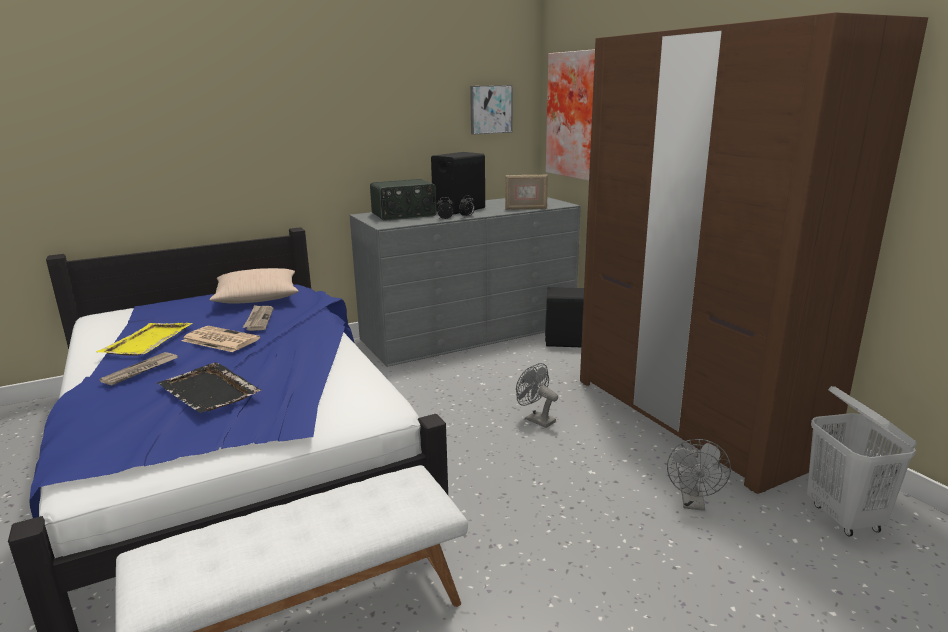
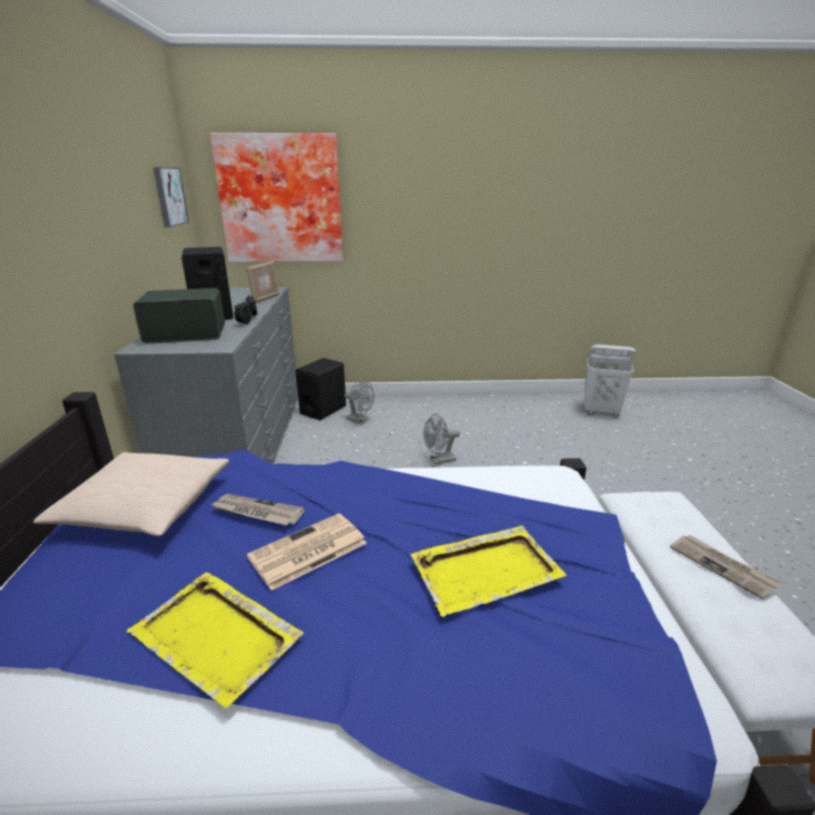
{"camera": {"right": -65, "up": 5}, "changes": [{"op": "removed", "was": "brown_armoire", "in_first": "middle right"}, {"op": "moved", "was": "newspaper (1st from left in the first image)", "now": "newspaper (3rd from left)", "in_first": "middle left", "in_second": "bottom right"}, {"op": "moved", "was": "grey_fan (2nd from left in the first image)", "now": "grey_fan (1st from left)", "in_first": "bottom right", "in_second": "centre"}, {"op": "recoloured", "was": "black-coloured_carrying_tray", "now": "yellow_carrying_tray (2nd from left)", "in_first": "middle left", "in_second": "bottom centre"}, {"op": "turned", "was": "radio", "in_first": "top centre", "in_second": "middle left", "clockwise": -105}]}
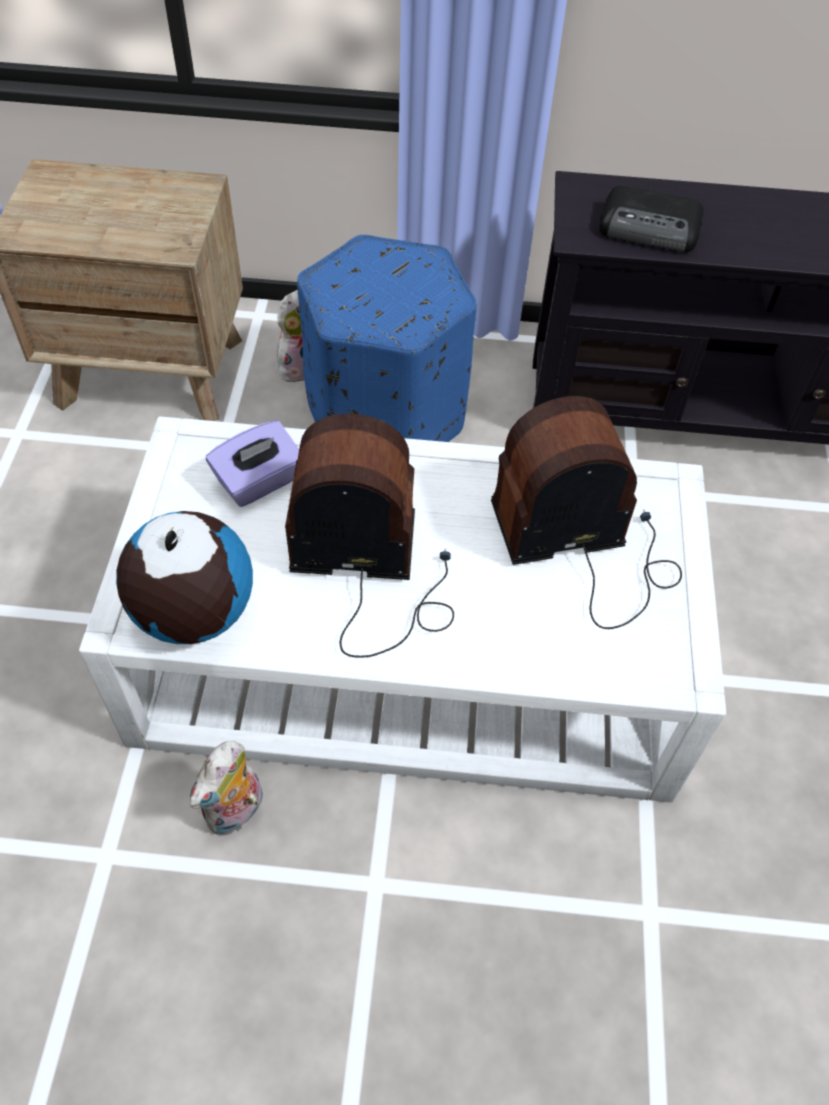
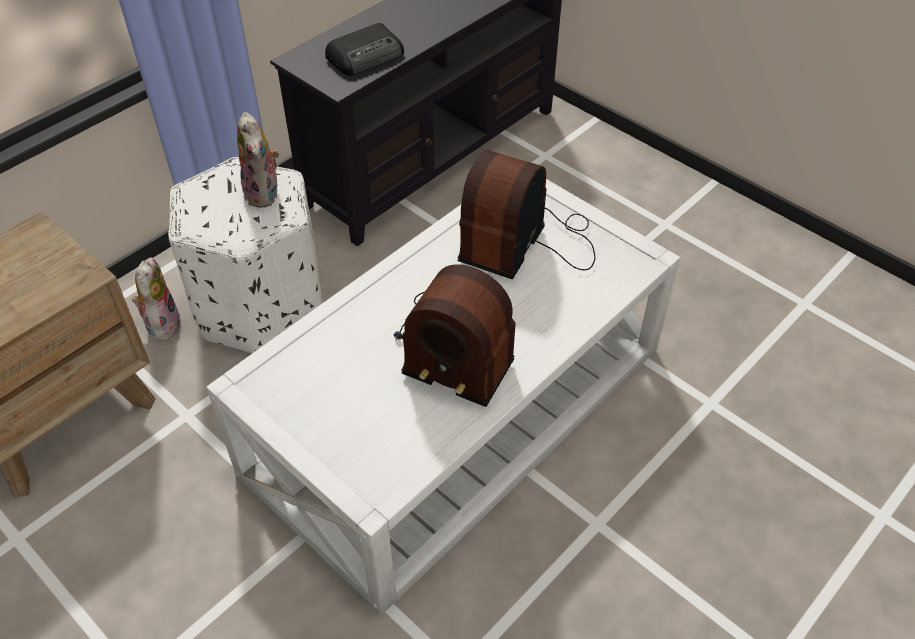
{"camera": {"right": -50, "up": -5}, "changes": [{"op": "removed", "was": "globe", "in_first": "middle left"}, {"op": "removed", "was": "purplish_tissue_box", "in_first": "middle left"}, {"op": "moved", "was": "soft_toy (1st from left in the first image)", "now": "soft_toy (2nd from left)", "in_first": "bottom left", "in_second": "top left"}, {"op": "recoloured", "was": "blue-coloured_pouffe", "now": "white-coloured_pouffe", "in_first": "top centre", "in_second": "middle left"}, {"op": "turned", "was": "radio (1st from left in the first image)", "in_first": "centre", "in_second": "centre", "clockwise": -105}]}
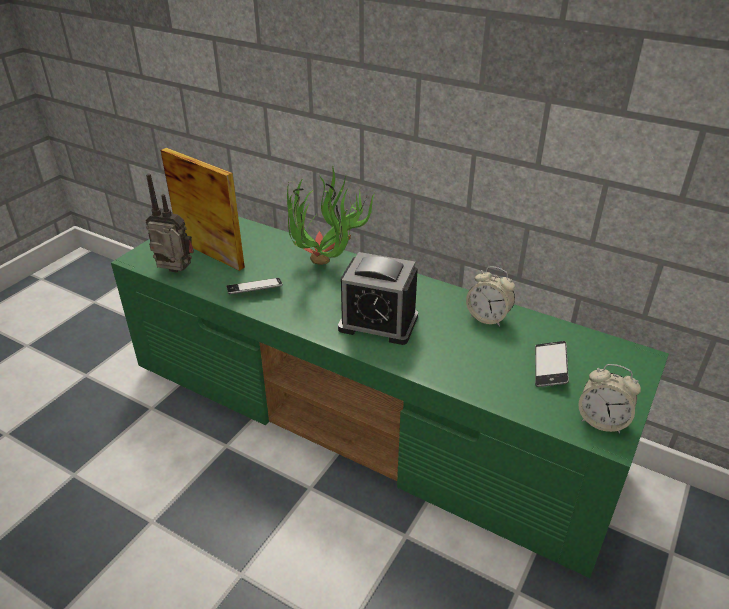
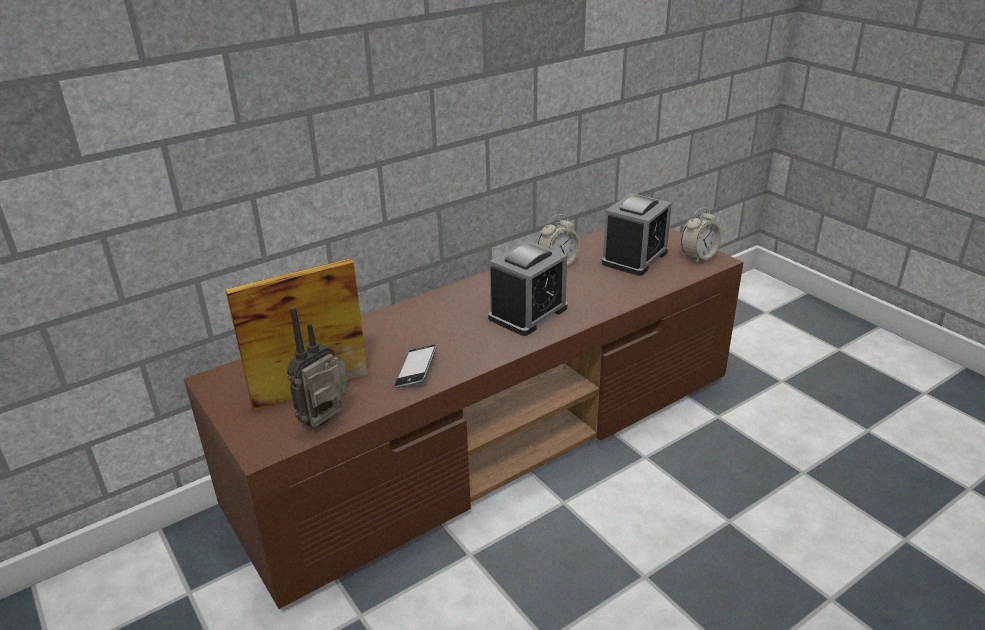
{"camera": {"right": -65, "up": -5}, "changes": [{"op": "removed", "was": "plant_in_a_pot", "in_first": "centre"}, {"op": "replaced", "was": "telephone (2nd from left)", "now": "table_clock (3rd from left)", "in_first": "middle right", "in_second": "centre"}, {"op": "recoloured", "was": "green_tv_unit", "now": "brown_tv_unit", "in_first": "centre", "in_second": "centre"}]}
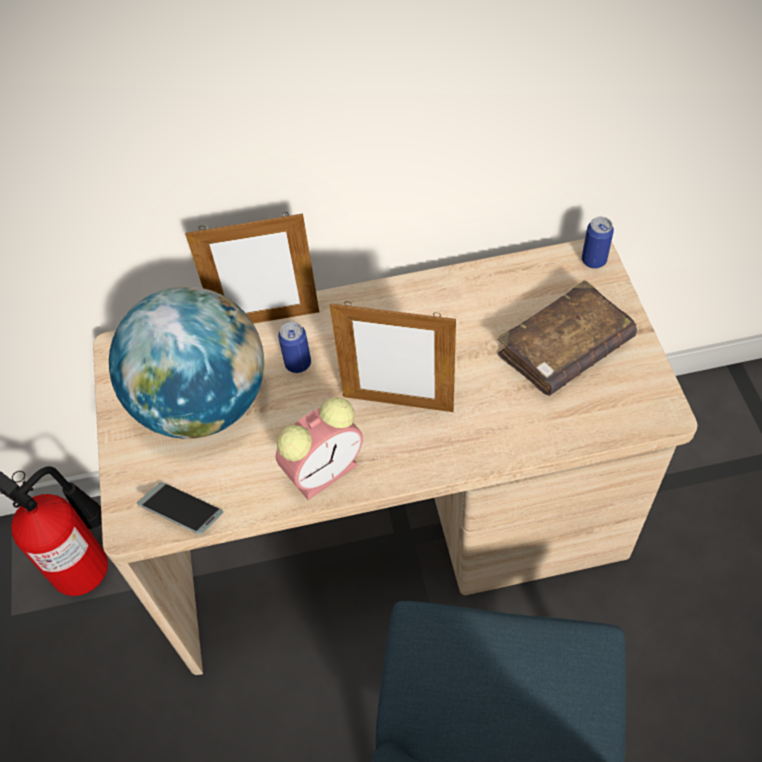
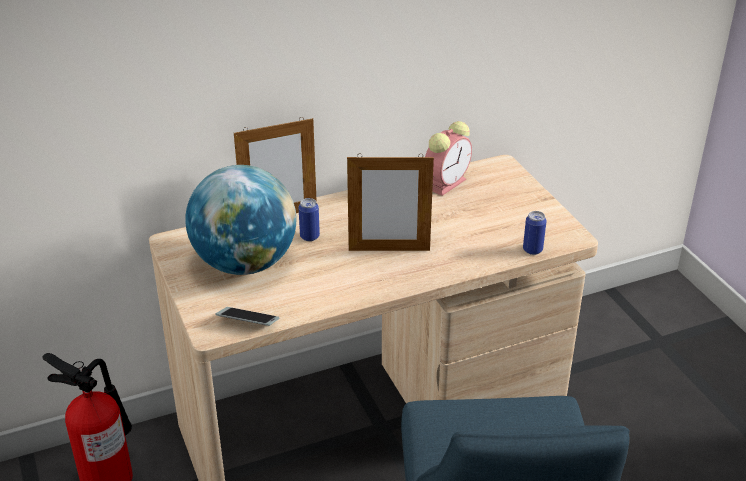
{"camera": {"right": -15, "up": -20}, "changes": [{"op": "removed", "was": "brown_bound_book", "in_first": "middle right"}, {"op": "moved", "was": "table_clock", "in_first": "centre", "in_second": "top centre"}, {"op": "moved", "was": "sealed_can (2nd from left)", "in_first": "top right", "in_second": "middle right"}]}
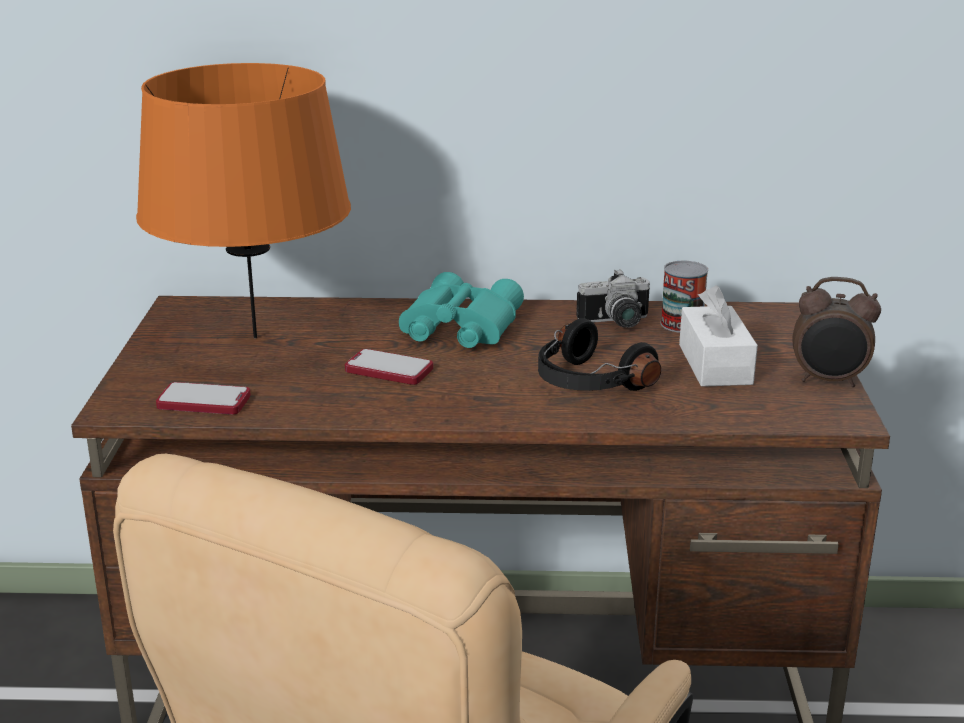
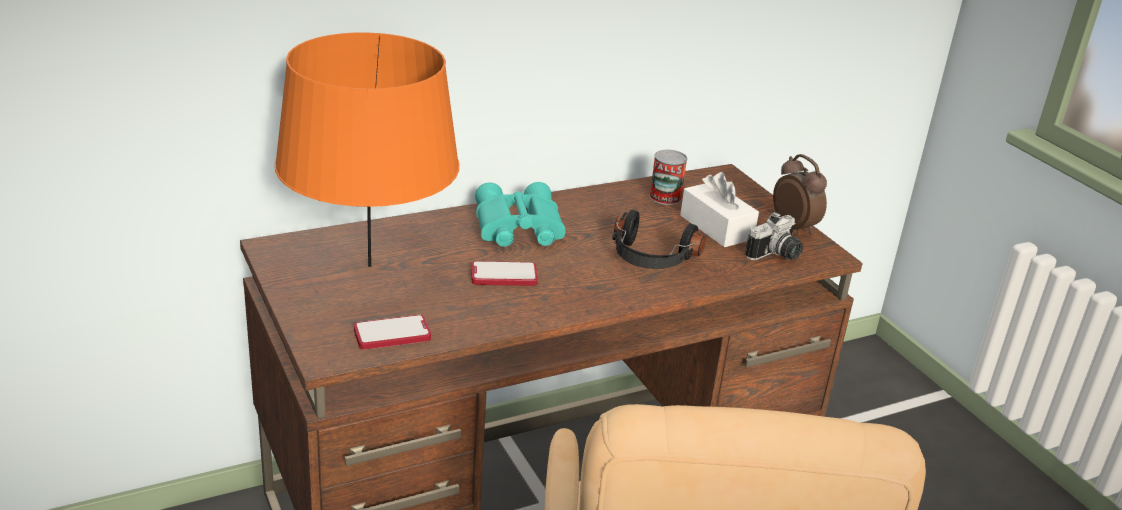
{"camera": {"right": -30, "up": 5}, "changes": [{"op": "moved", "was": "photo_camera", "in_first": "centre", "in_second": "middle right"}, {"op": "turned", "was": "table_clock", "in_first": "middle right", "in_second": "middle right", "clockwise": -105}]}
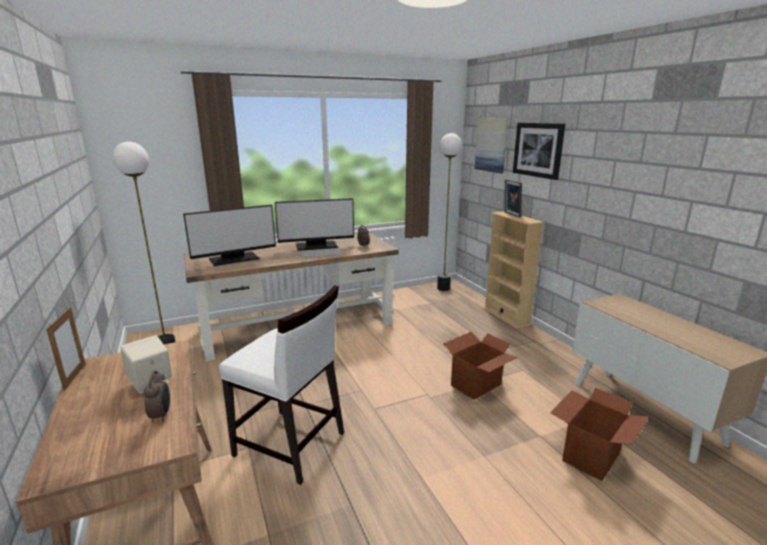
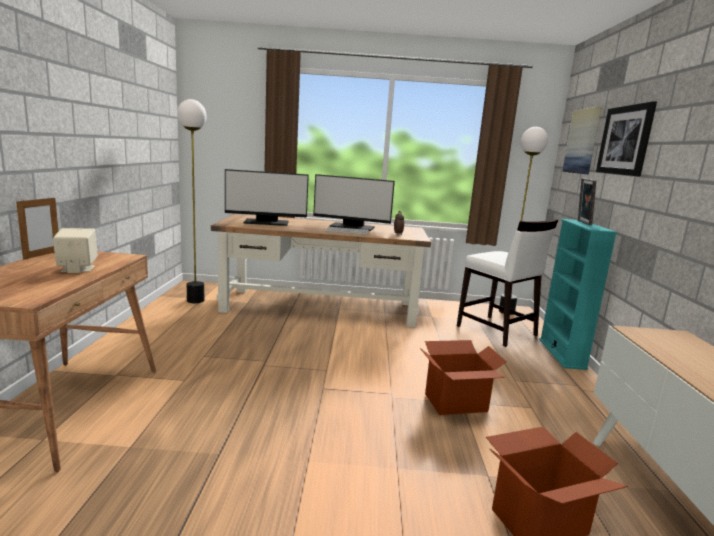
{"camera": {"right": 25, "up": -5}, "changes": [{"op": "removed", "was": "table_clock (1st from left)", "in_first": "bottom left"}, {"op": "moved", "was": "white-coloured_upright_chair", "in_first": "bottom centre", "in_second": "middle right"}, {"op": "recoloured", "was": "beige-coloured_bookshelf", "now": "blue-green_bookshelf", "in_first": "middle right", "in_second": "middle right"}]}
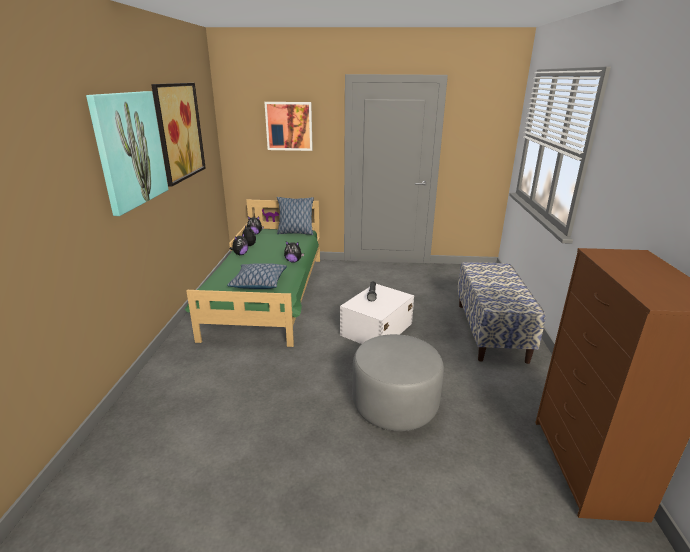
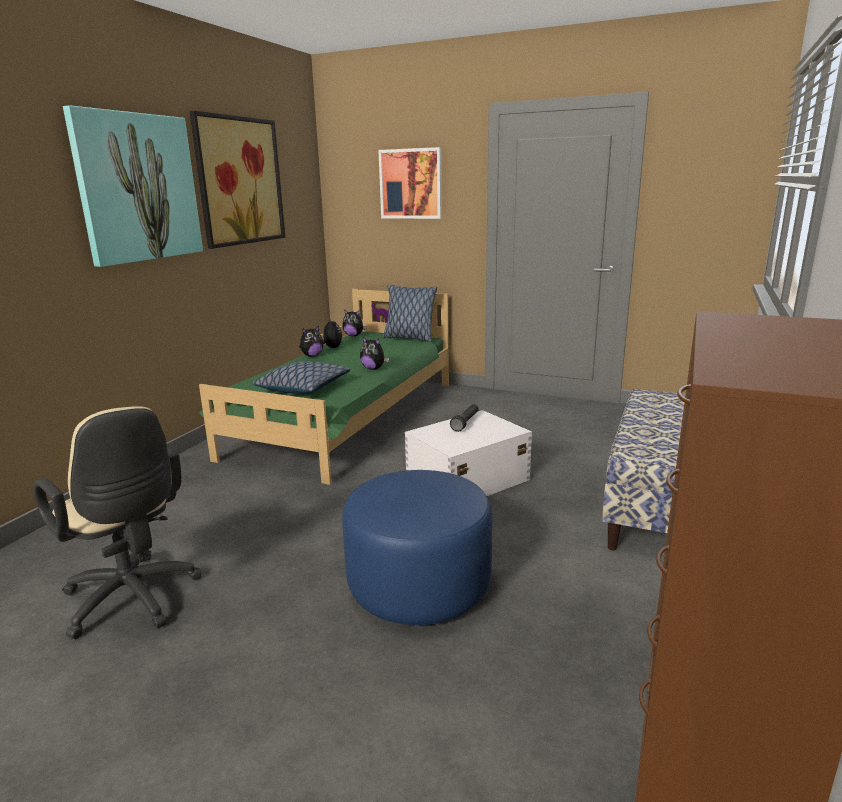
{"camera": {"right": 20, "up": -5}, "changes": [{"op": "added", "now": "beige-coloured_computer_chair", "in_second": "middle left"}, {"op": "recoloured", "was": "grey_pouffe", "now": "blue-coloured_pouffe", "in_first": "bottom centre", "in_second": "bottom centre"}]}
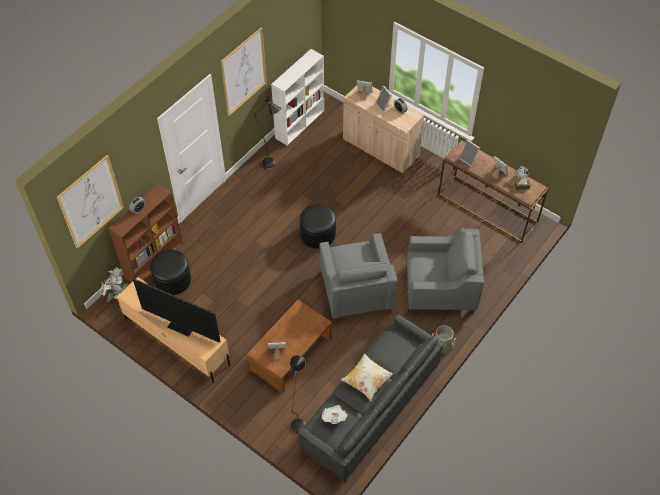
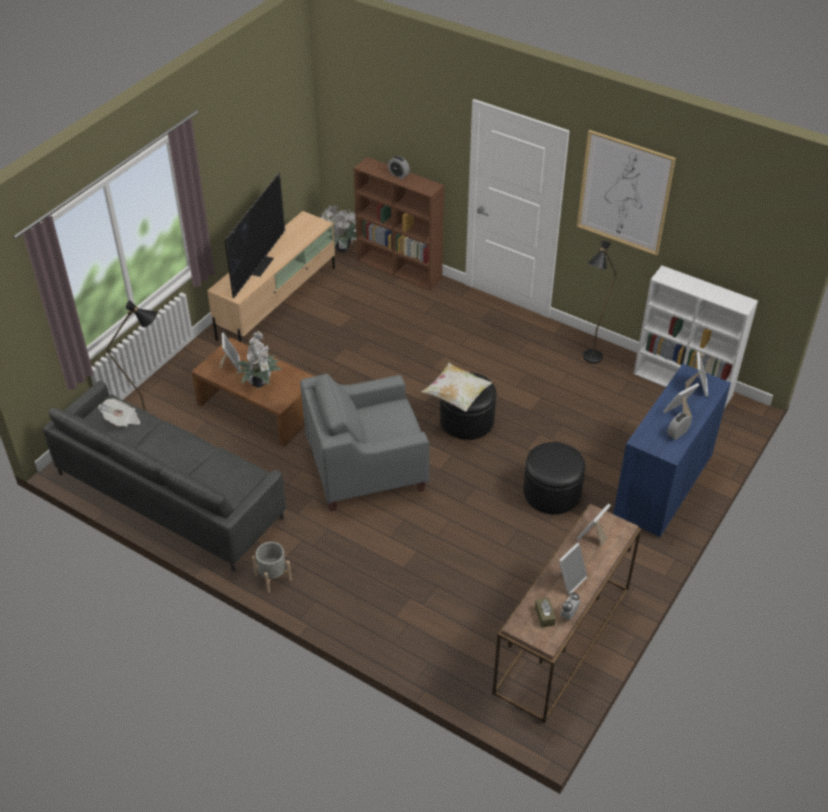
{"camera": {"right": 85, "up": -10}, "changes": [{"op": "removed", "was": "wall_art (1st from left)", "in_first": "middle left"}, {"op": "removed", "was": "grey_easy_chair (2nd from left)", "in_first": "middle right"}, {"op": "added", "now": "plant_in_a_pot (1st from left)", "in_second": "middle left"}, {"op": "moved", "was": "black-coloured_pouffe (1st from left in the first image)", "now": "black-coloured_pouffe (2nd from left)", "in_first": "middle left", "in_second": "middle right"}, {"op": "moved", "was": "pillow", "in_first": "bottom centre", "in_second": "centre"}, {"op": "recoloured", "was": "beige-coloured_cupboard", "now": "blue-coloured_cupboard", "in_first": "top centre", "in_second": "middle right"}]}
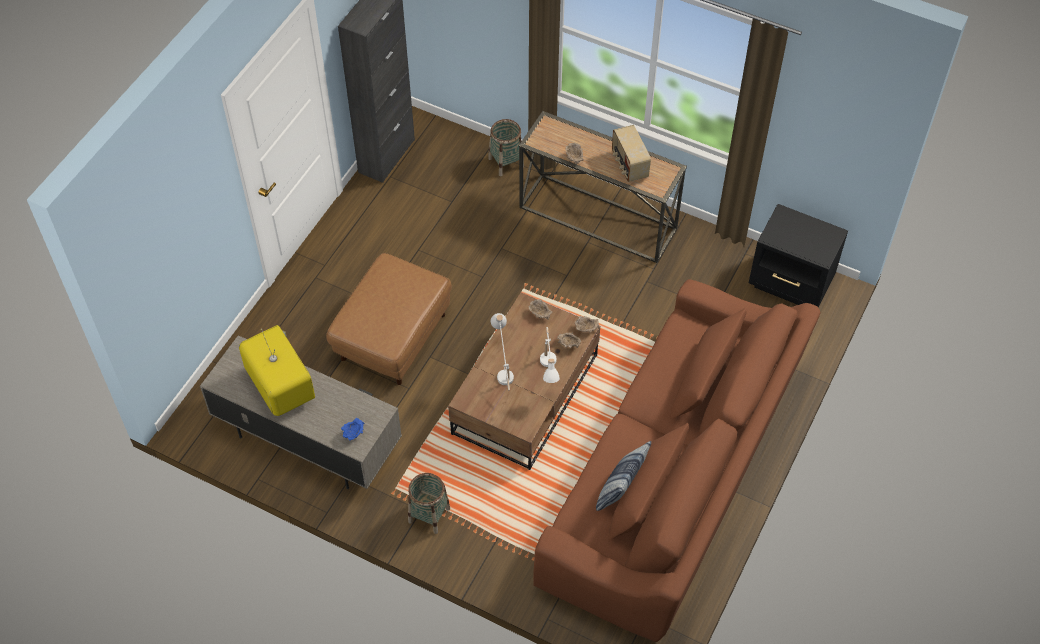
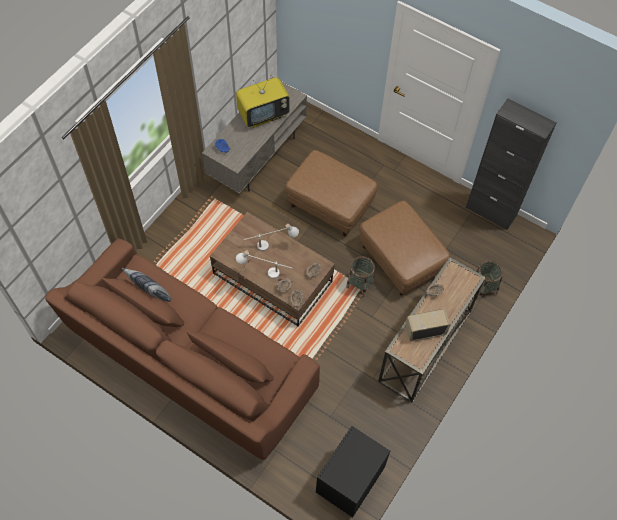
{"camera": {"right": 95, "up": 5}, "changes": [{"op": "added", "now": "brown_pouffe (2nd from left)", "in_second": "centre"}, {"op": "moved", "was": "storage_basket (1st from left)", "in_first": "bottom centre", "in_second": "centre"}]}
